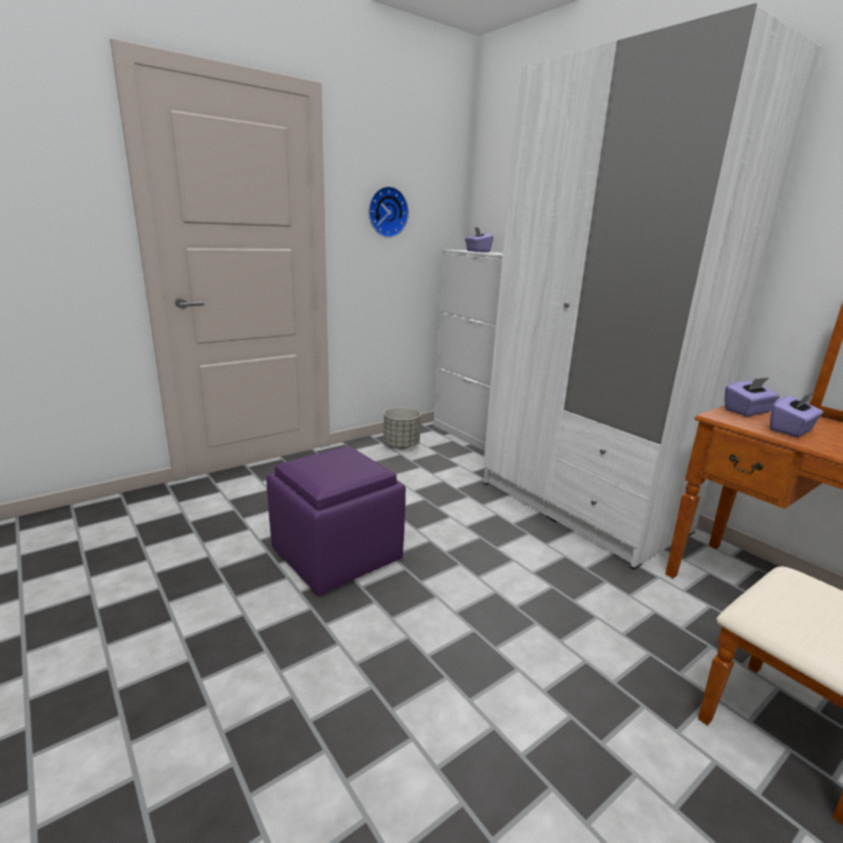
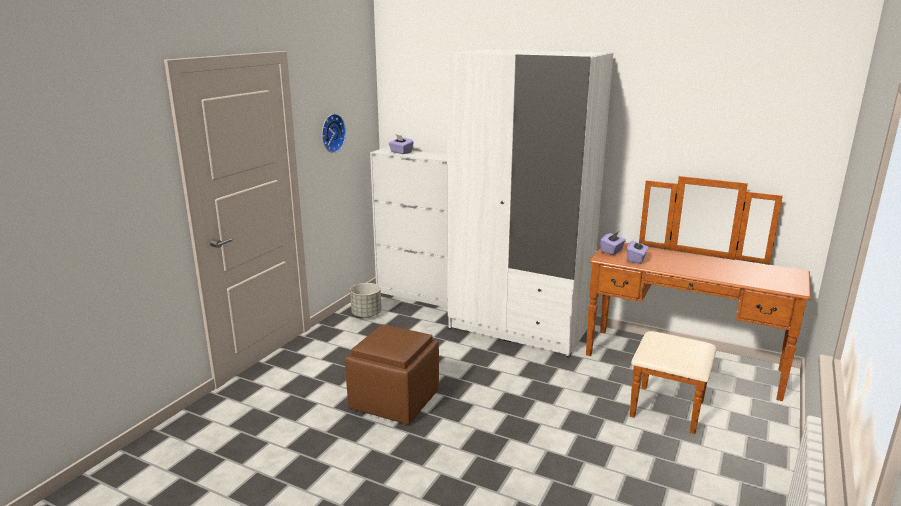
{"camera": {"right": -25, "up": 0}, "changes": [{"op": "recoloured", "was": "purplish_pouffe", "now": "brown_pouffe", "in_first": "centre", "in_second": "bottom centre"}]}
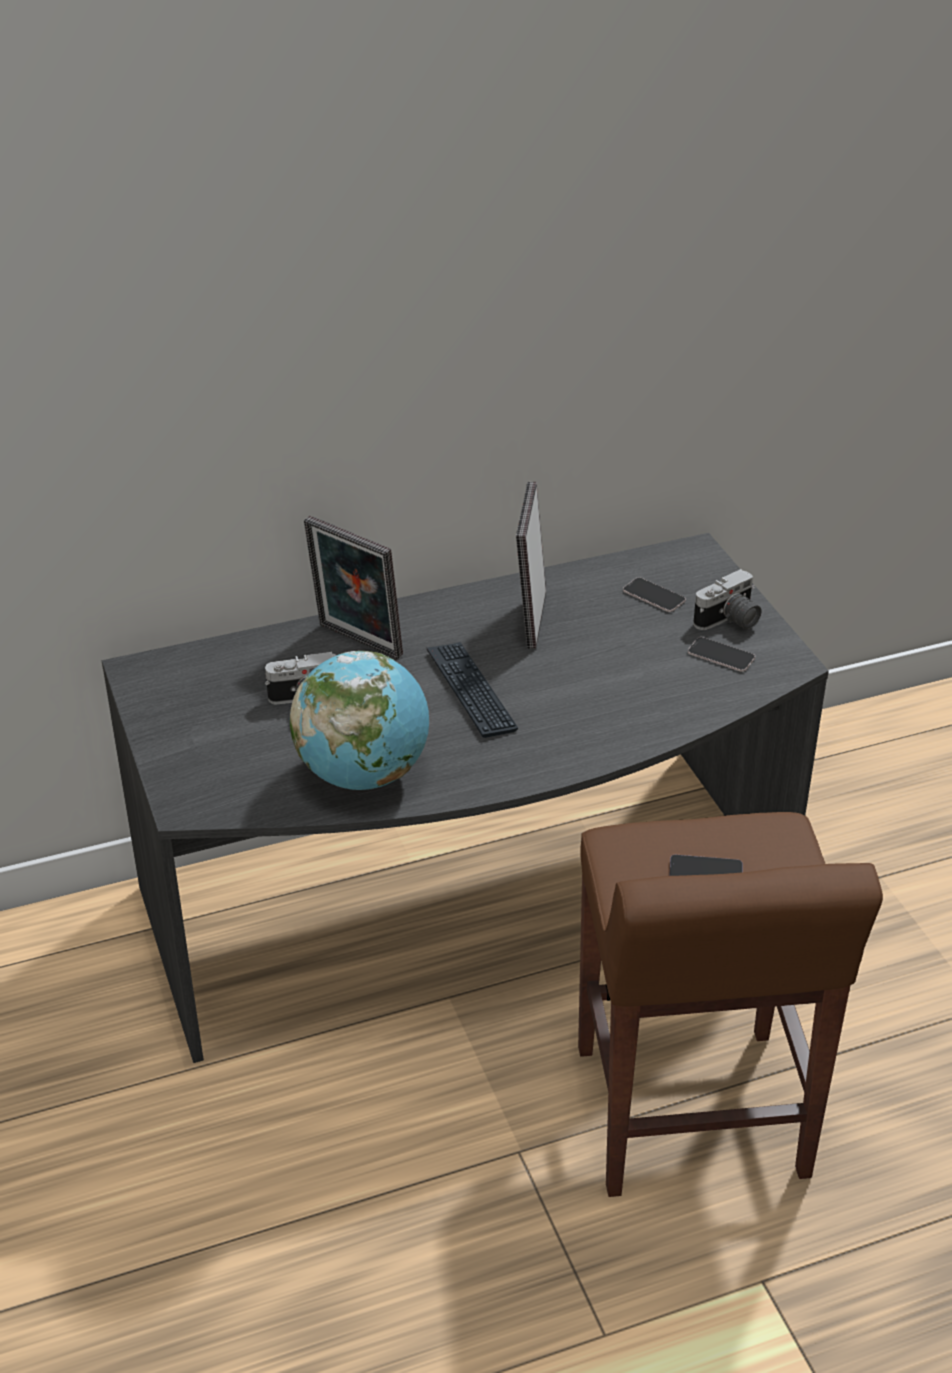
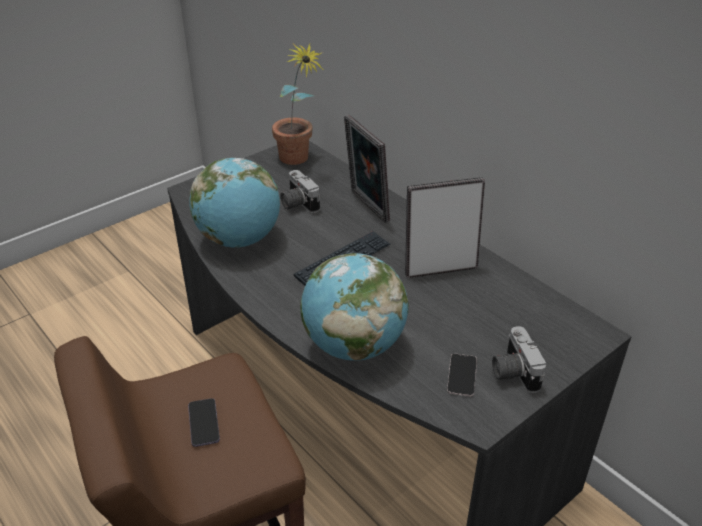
{"camera": {"right": 70, "up": 0}, "changes": [{"op": "removed", "was": "telephone (1st from left)", "in_first": "middle right"}, {"op": "added", "now": "plant_in_a_pot", "in_second": "top centre"}, {"op": "added", "now": "globe (2nd from left)", "in_second": "centre"}, {"op": "turned", "was": "standing_frame (1st from left)", "in_first": "centre", "in_second": "top centre", "clockwise": -45}, {"op": "turned", "was": "photo_camera (2nd from left)", "in_first": "middle right", "in_second": "bottom right", "clockwise": 45}]}
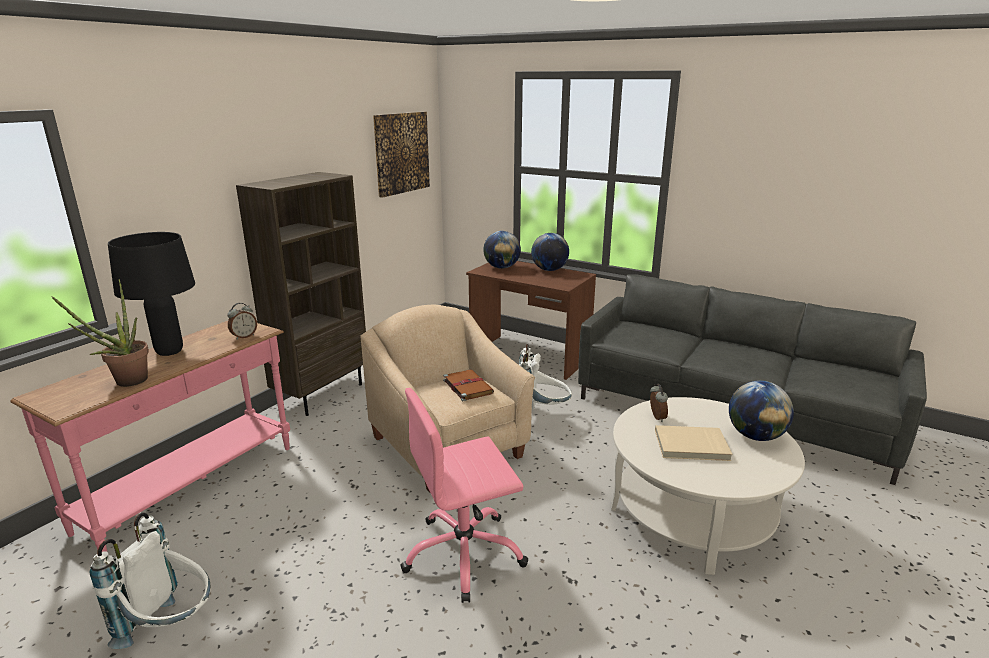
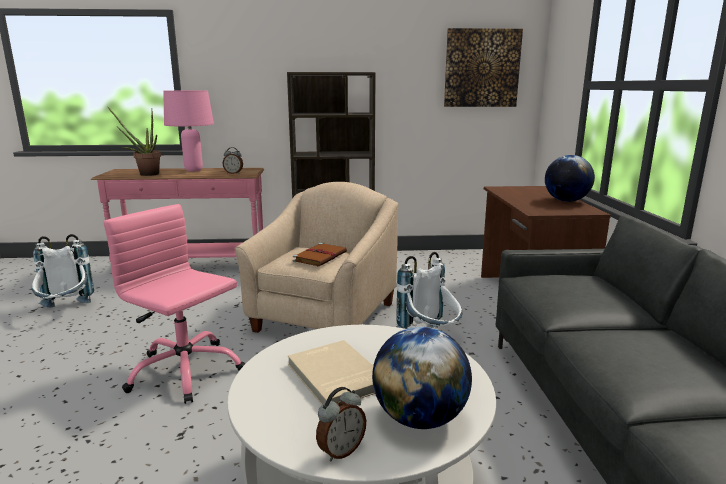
{"camera": {"right": 55, "up": -5}, "changes": [{"op": "removed", "was": "globe (1st from left)", "in_first": "centre"}, {"op": "moved", "was": "table_clock (2nd from left)", "in_first": "centre", "in_second": "bottom centre"}, {"op": "recoloured", "was": "black-coloured_table_lamp", "now": "pink-coloured_table_lamp", "in_first": "middle left", "in_second": "top left"}]}
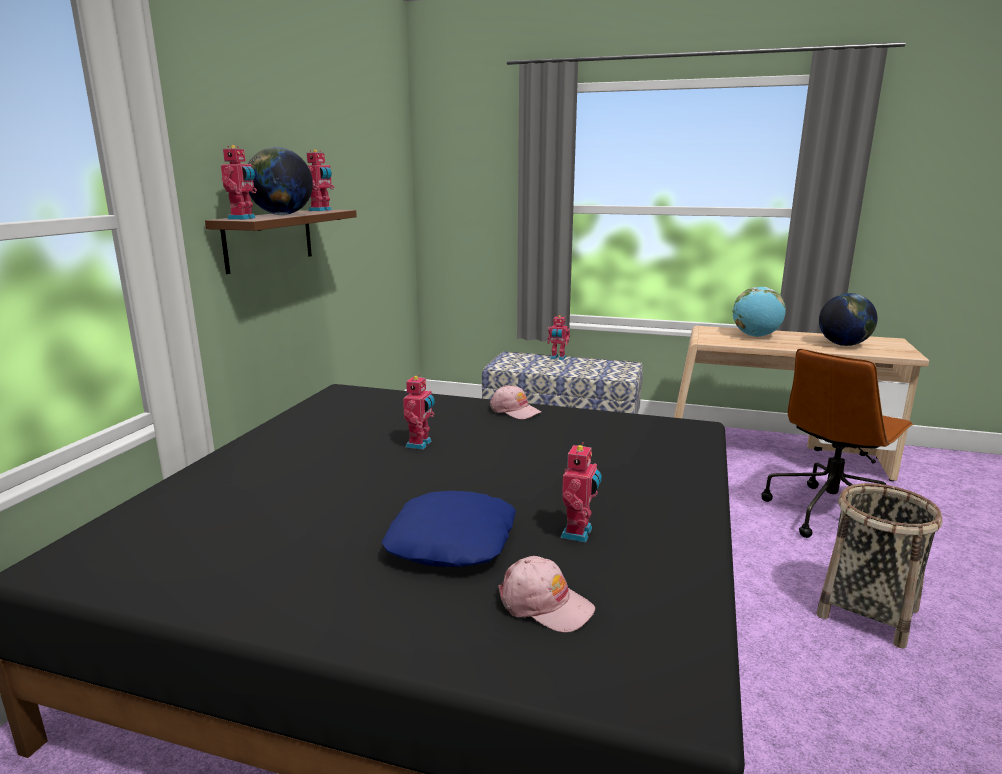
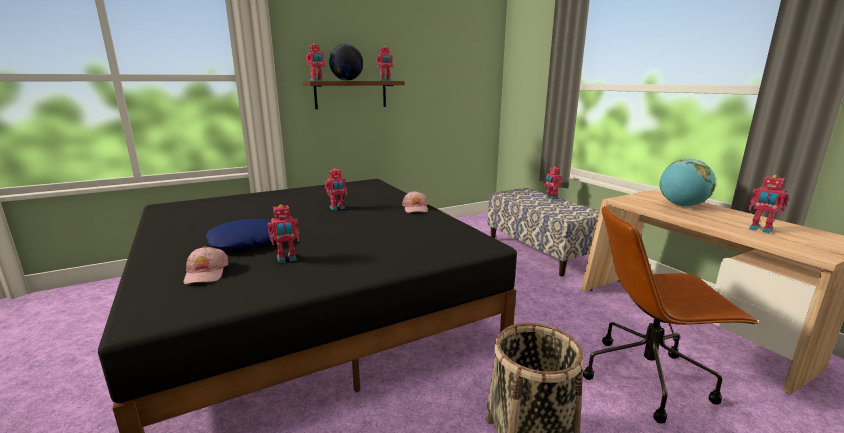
{"camera": {"right": 45, "up": 0}, "changes": [{"op": "replaced", "was": "globe (3rd from left)", "now": "model_robot (6th from left)", "in_first": "middle right", "in_second": "middle right"}]}
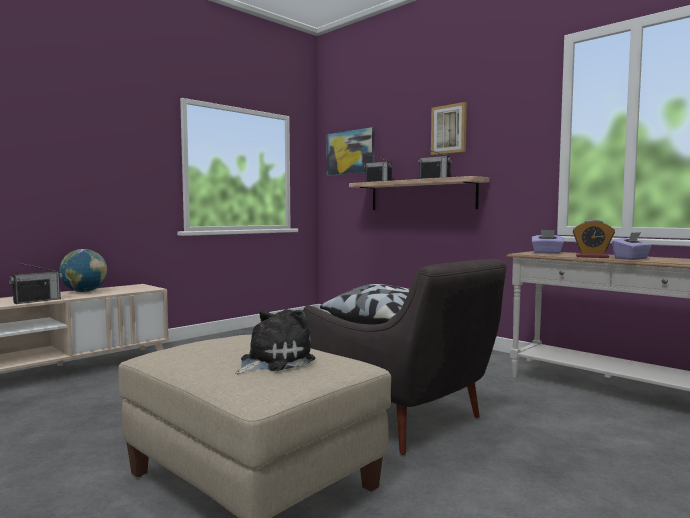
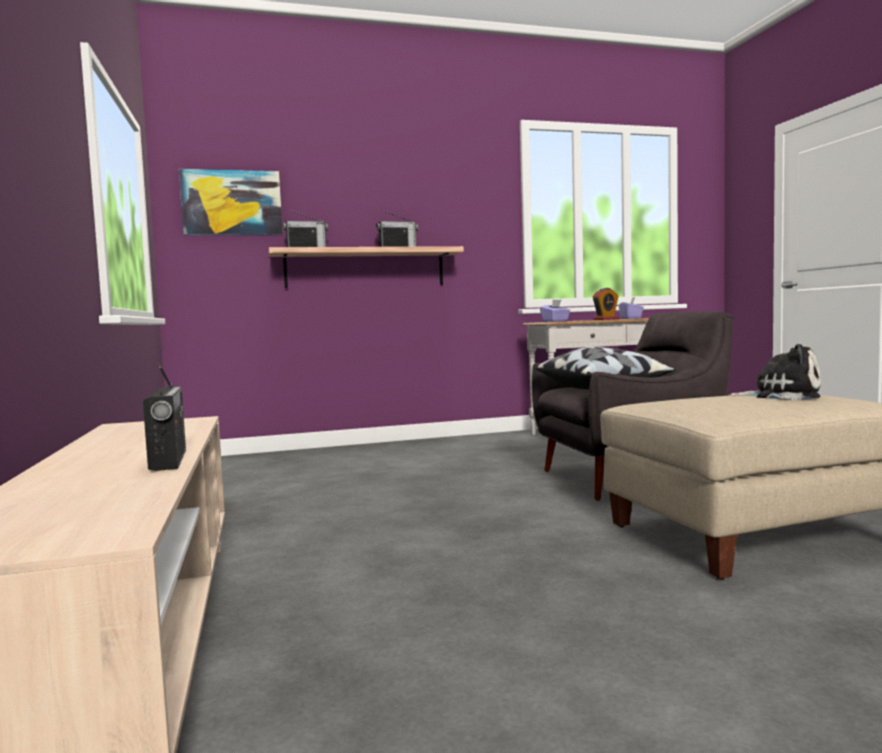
{"camera": {"right": -60, "up": 0}, "changes": [{"op": "removed", "was": "globe", "in_first": "middle left"}, {"op": "removed", "was": "wall_art (2nd from left)", "in_first": "top centre"}, {"op": "turned", "was": "soft_toy", "in_first": "centre", "in_second": "middle right", "clockwise": 135}]}
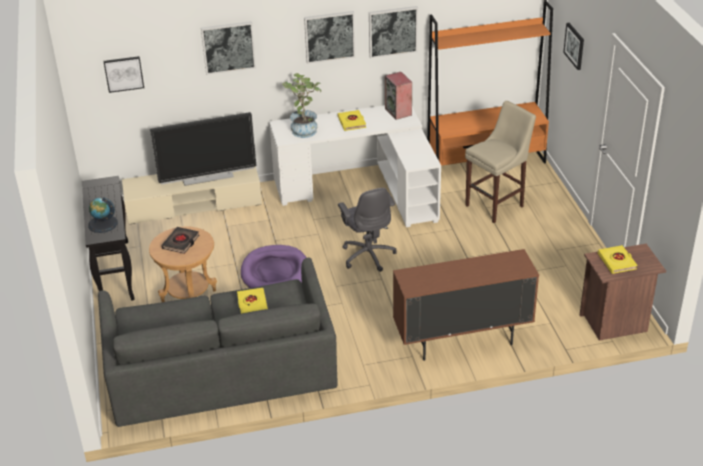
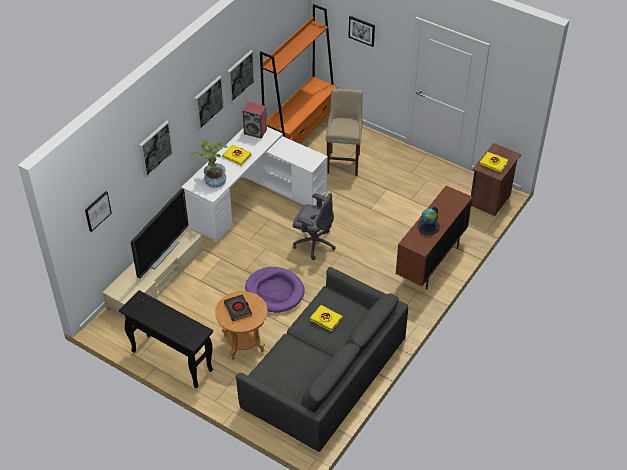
{"camera": {"right": -45, "up": 10}, "changes": [{"op": "moved", "was": "globe", "in_first": "middle left", "in_second": "middle right"}]}
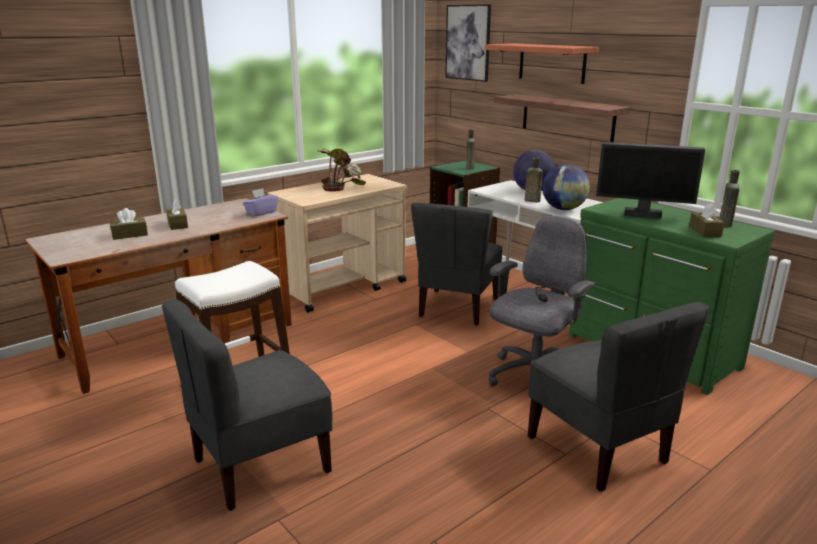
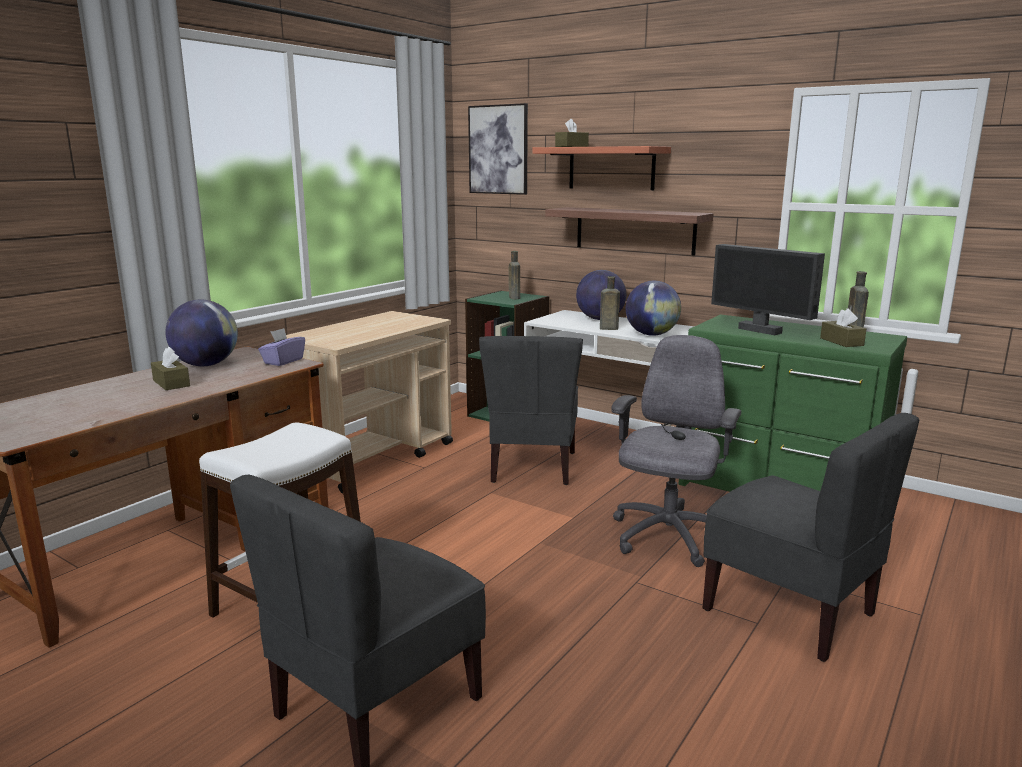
{"camera": {"right": -15, "up": -5}, "changes": [{"op": "removed", "was": "plant_in_a_pot", "in_first": "top centre"}, {"op": "added", "now": "globe (1st from left)", "in_second": "middle left"}, {"op": "moved", "was": "brown_tissue_box (1st from left in the first image)", "now": "brown_tissue_box (2nd from left)", "in_first": "middle left", "in_second": "top centre"}, {"op": "turned", "was": "computer_display", "in_first": "top right", "in_second": "middle right", "clockwise": 45}]}
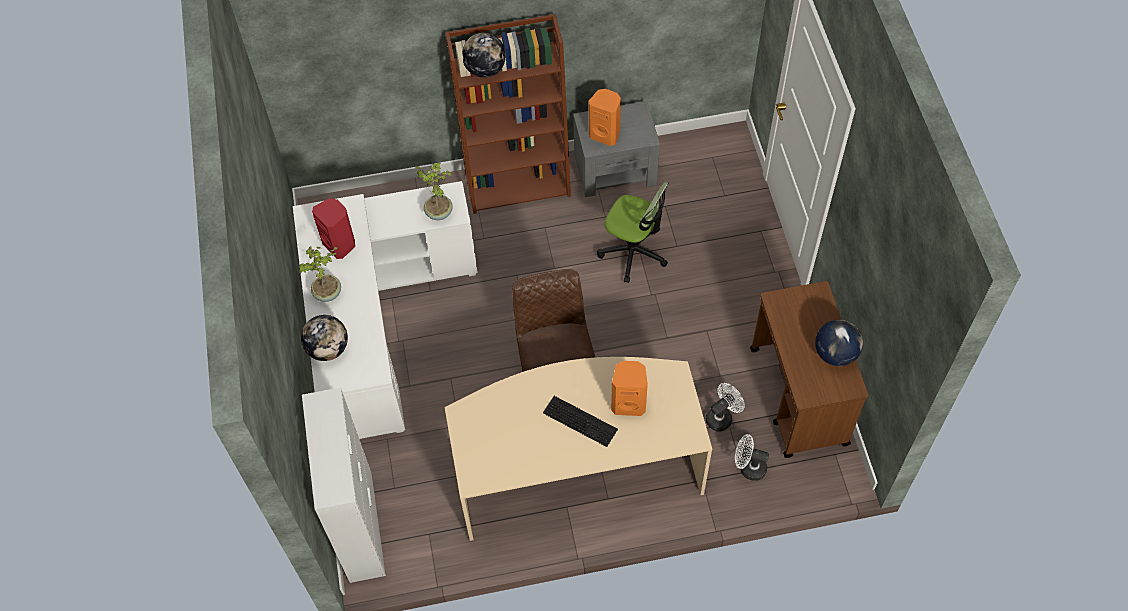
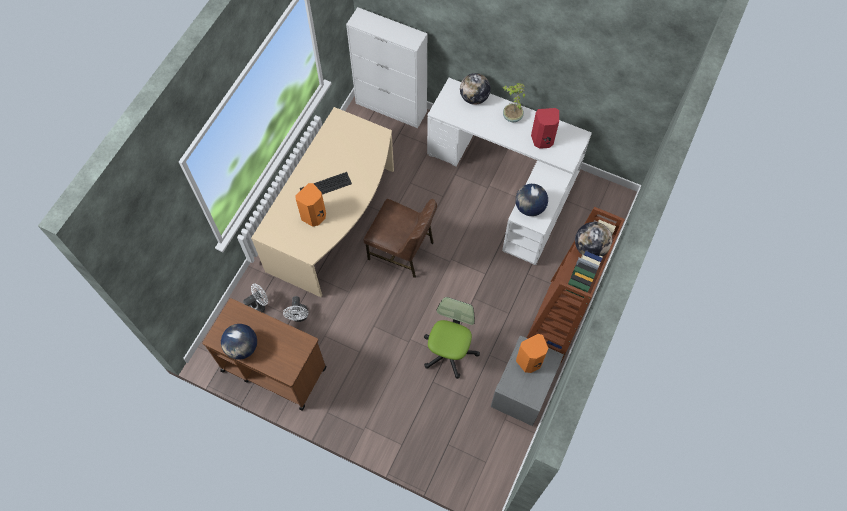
{"camera": {"right": 125, "up": 5}, "changes": [{"op": "replaced", "was": "plant_in_a_pot (2nd from left)", "now": "globe (3rd from left)", "in_first": "top centre", "in_second": "centre"}, {"op": "turned", "was": "computer_chair", "in_first": "centre", "in_second": "centre", "clockwise": 135}]}
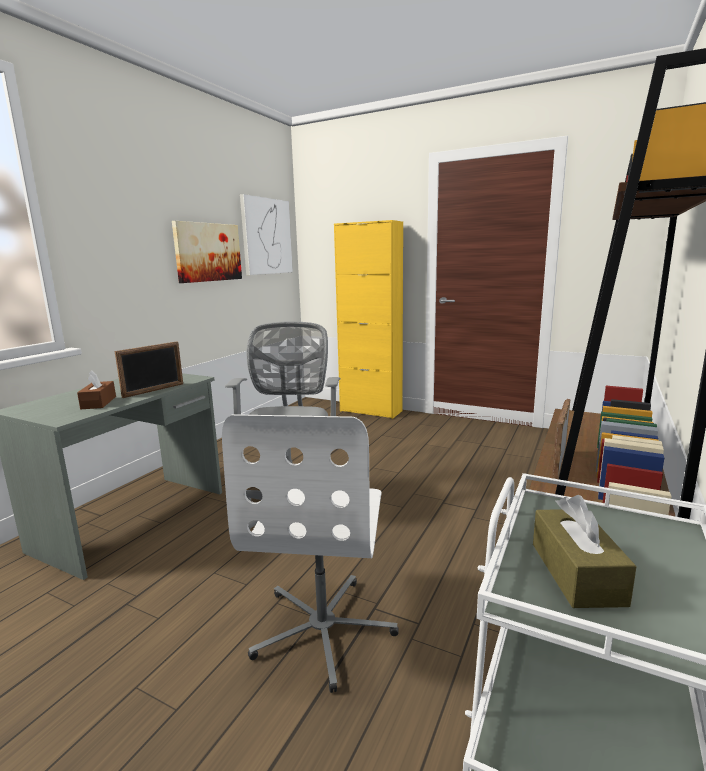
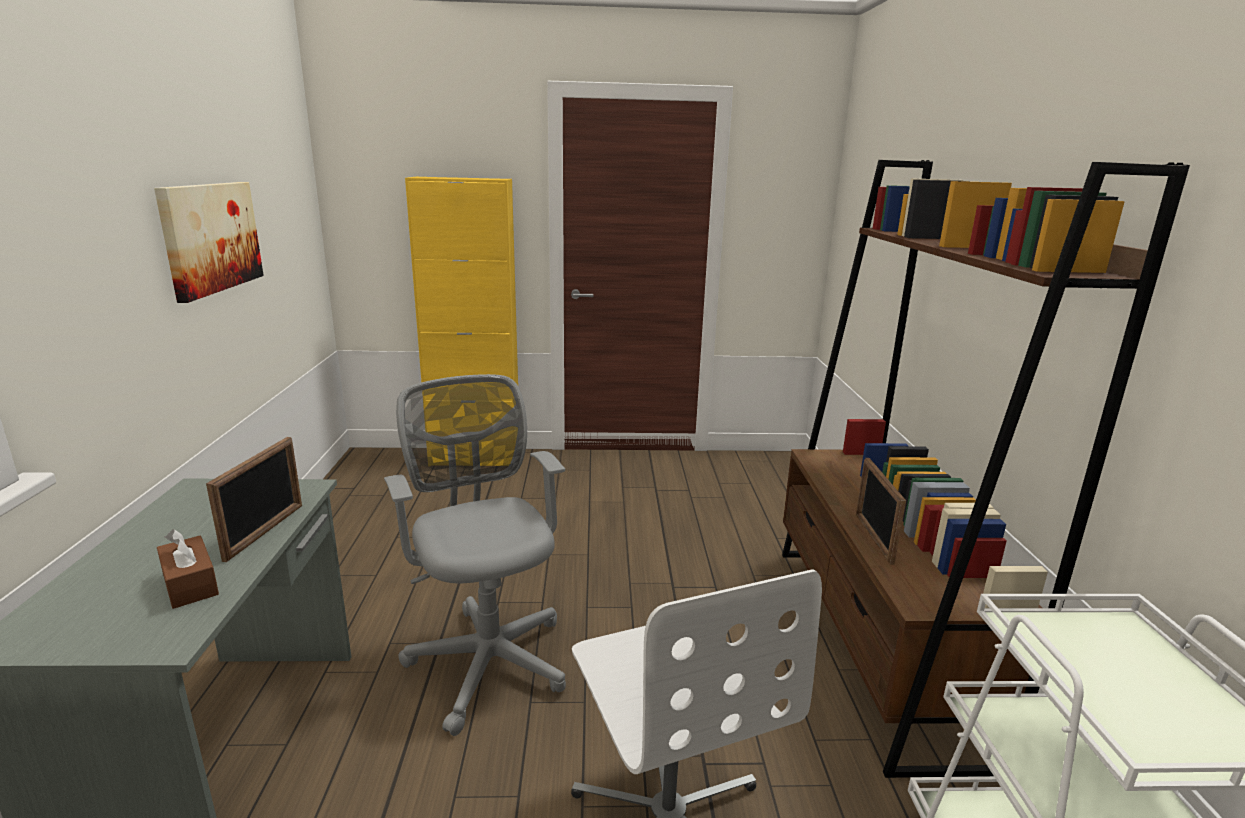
{"camera": {"right": -30, "up": 5}, "changes": [{"op": "removed", "was": "wall_art (2nd from left)", "in_first": "top centre"}, {"op": "removed", "was": "brown_tissue_box (2nd from left)", "in_first": "bottom right"}]}
